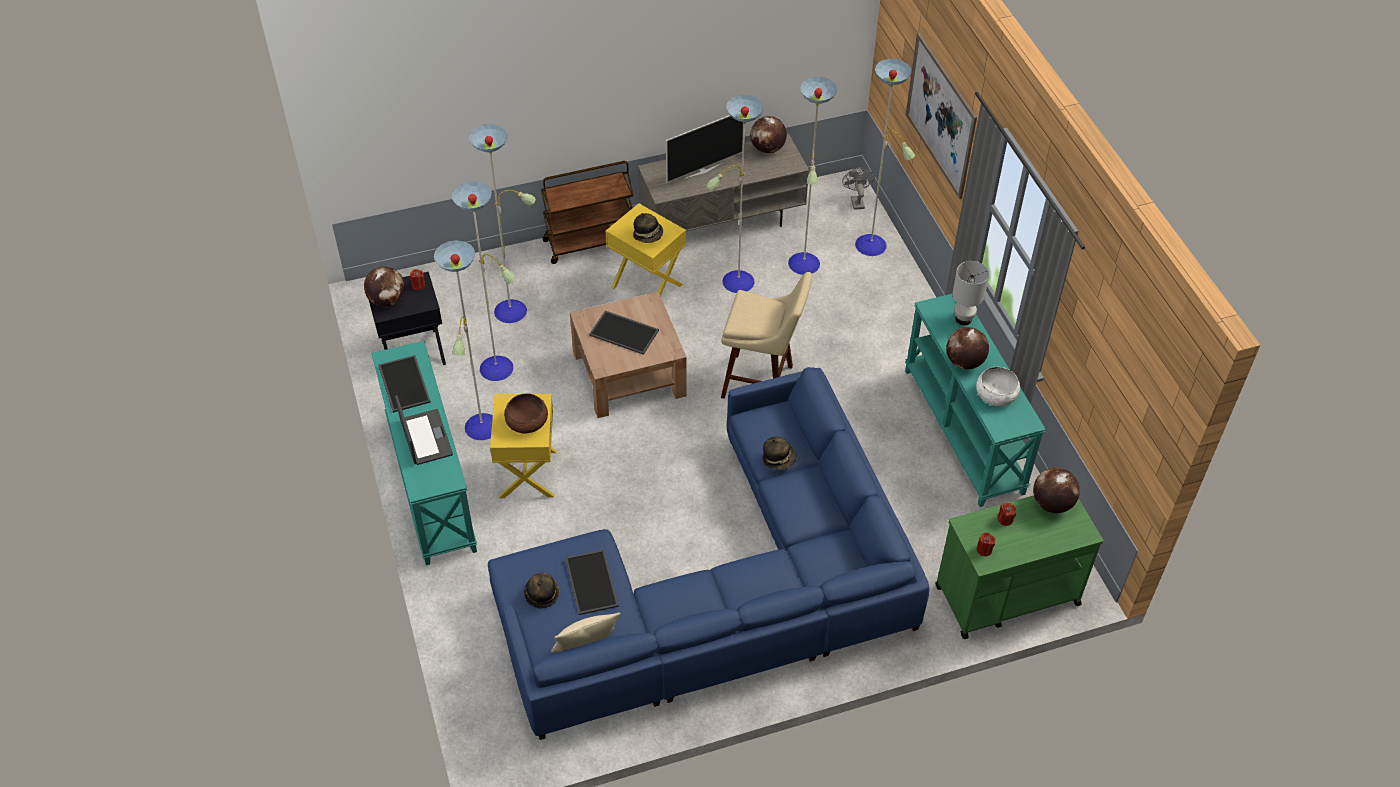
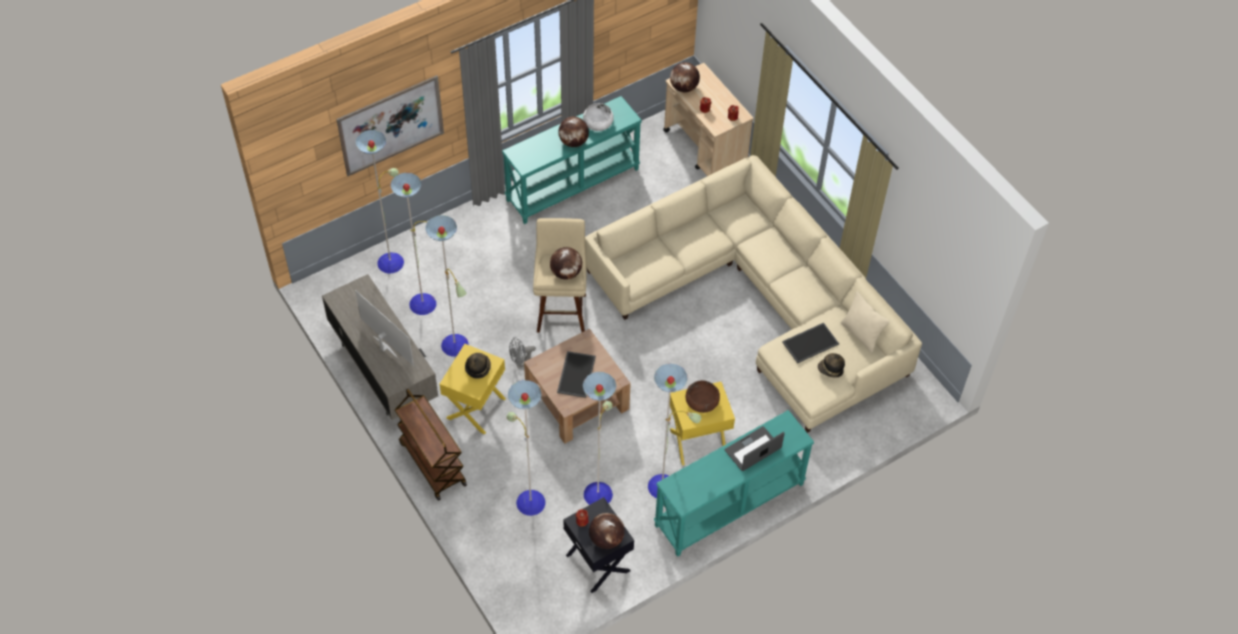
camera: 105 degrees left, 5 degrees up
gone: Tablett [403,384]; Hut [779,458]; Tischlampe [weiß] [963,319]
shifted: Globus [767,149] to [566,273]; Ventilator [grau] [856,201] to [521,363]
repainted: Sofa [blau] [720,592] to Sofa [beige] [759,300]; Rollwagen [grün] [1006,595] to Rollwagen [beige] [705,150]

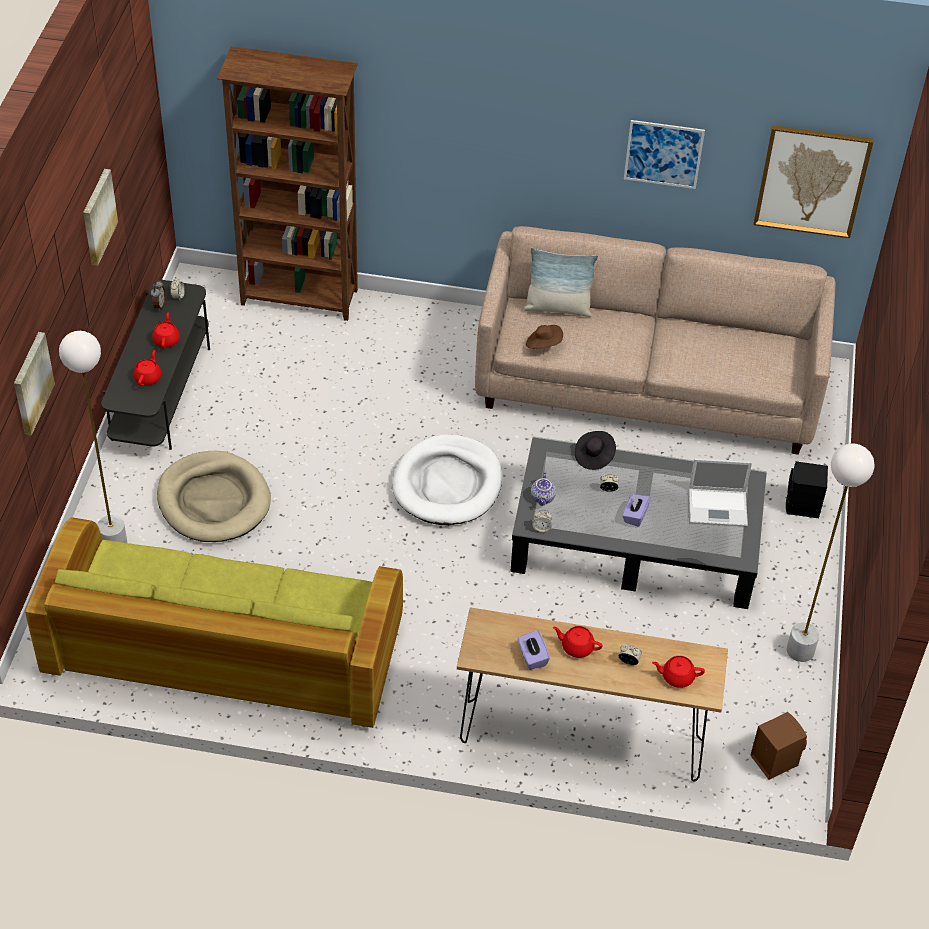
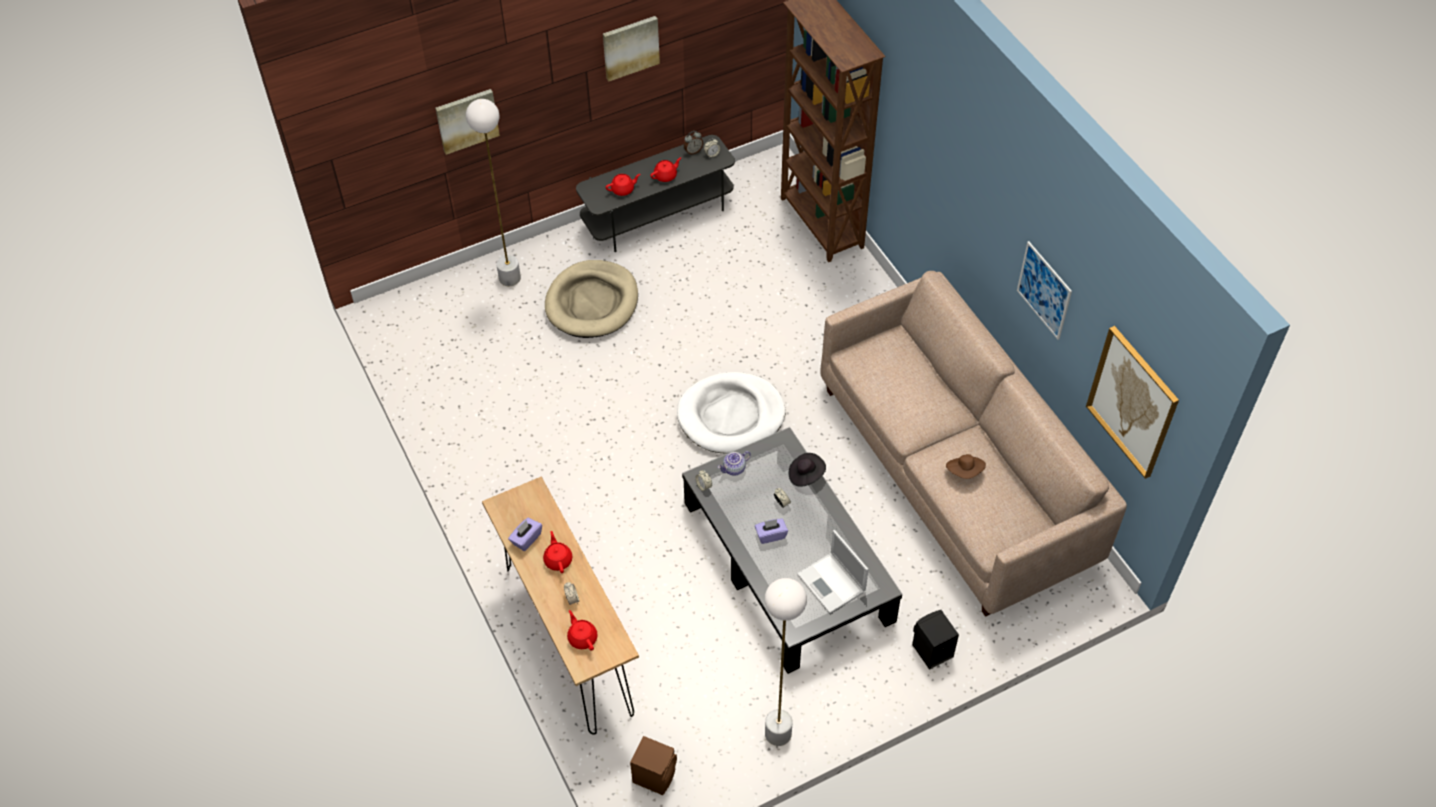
camera: 55 degrees right, 5 degrees up
gone: Sofa [grün] [223,648]; Kissen [558,308]
shifted: Hut [braun] [543,344] to [965,471]

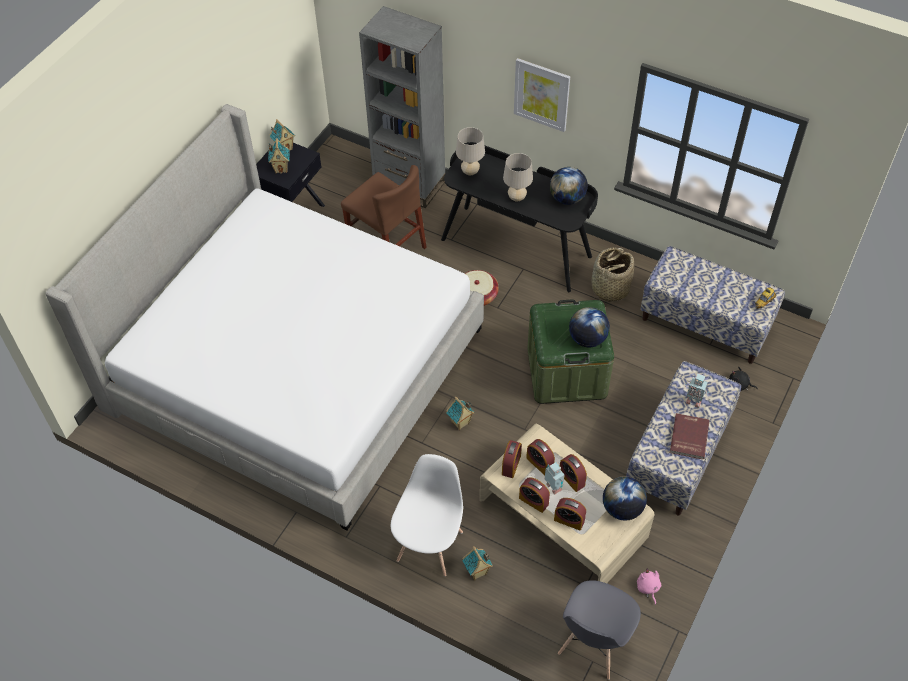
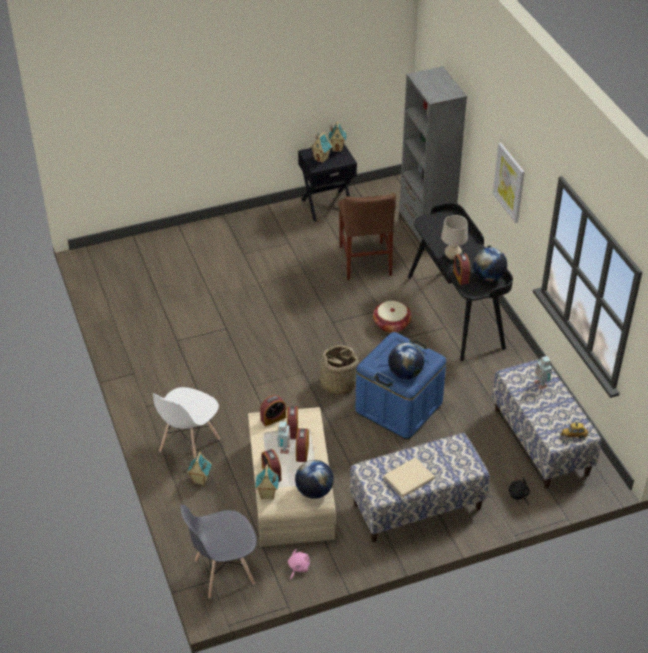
camera: 40 degrees right, 10 degrees down
gone: Bett [295,367]; Tischlampe [beige] [470,171]
shifted: Spielzeughaus [460,423] to [267,495]; Wecker [533,501] to [461,276]; Korb [609,288] to [338,384]; Spielzeugroboter [693,400] to [541,384]
repainted: Aufbewahrungsbox [grün] [566,372] to Aufbewahrungsbox [blau] [399,407]; Buch [rot] [688,437] to Buch [beige] [408,478]
rotated: Stuhl [weiß] [430,545] = [189,445] 150 degrees clockwise

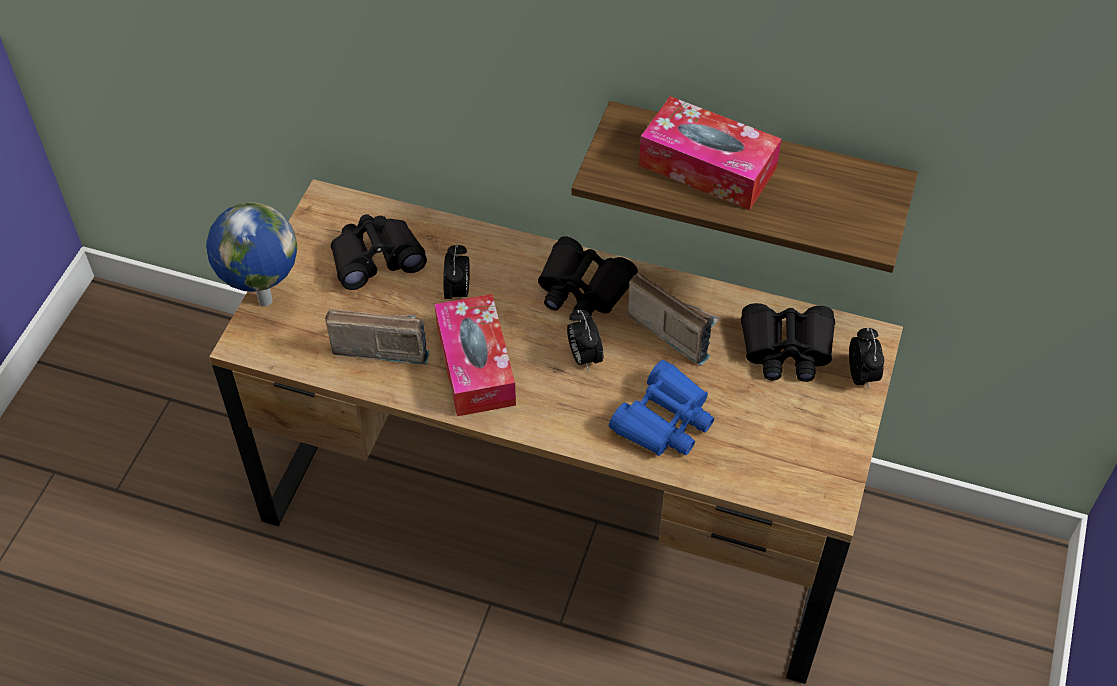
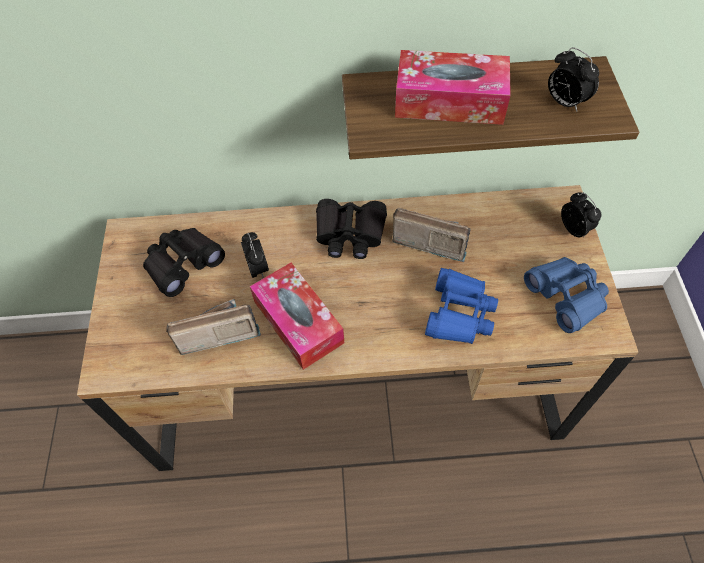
camera: 20 degrees left, 5 degrees up
gone: Globus [263,300]; Fernglas [schwarz] [786,349]
new: Fernglas [blau] [566,297]
shifted: Wecker [584,356] to [564,102]

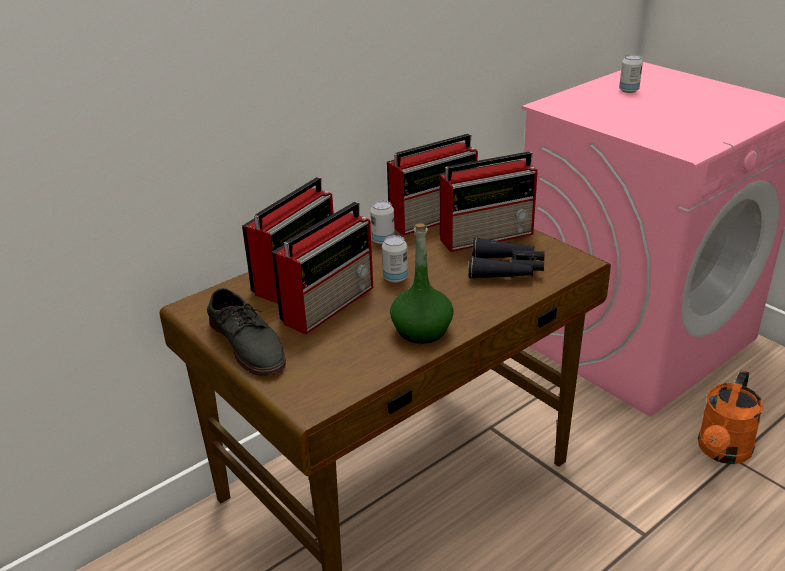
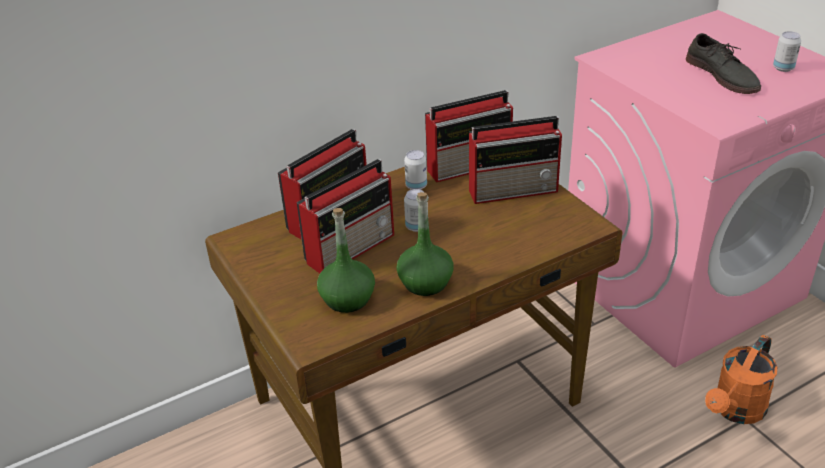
camera: 10 degrees right, 5 degrees up
gone: Fernglas [schwarz] [507,269]
new: Flasche [grün] [347,298]
shifted: Schuh [grau] [248,344] to [722,75]; Dose [628,90] to [783,68]

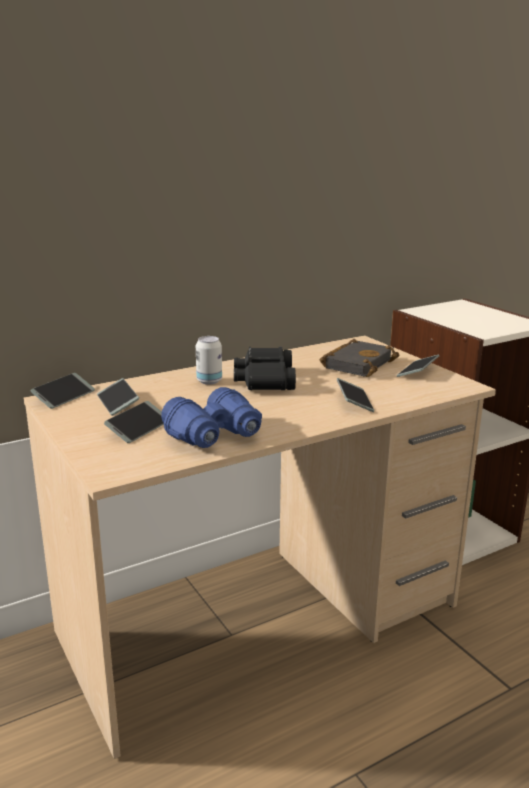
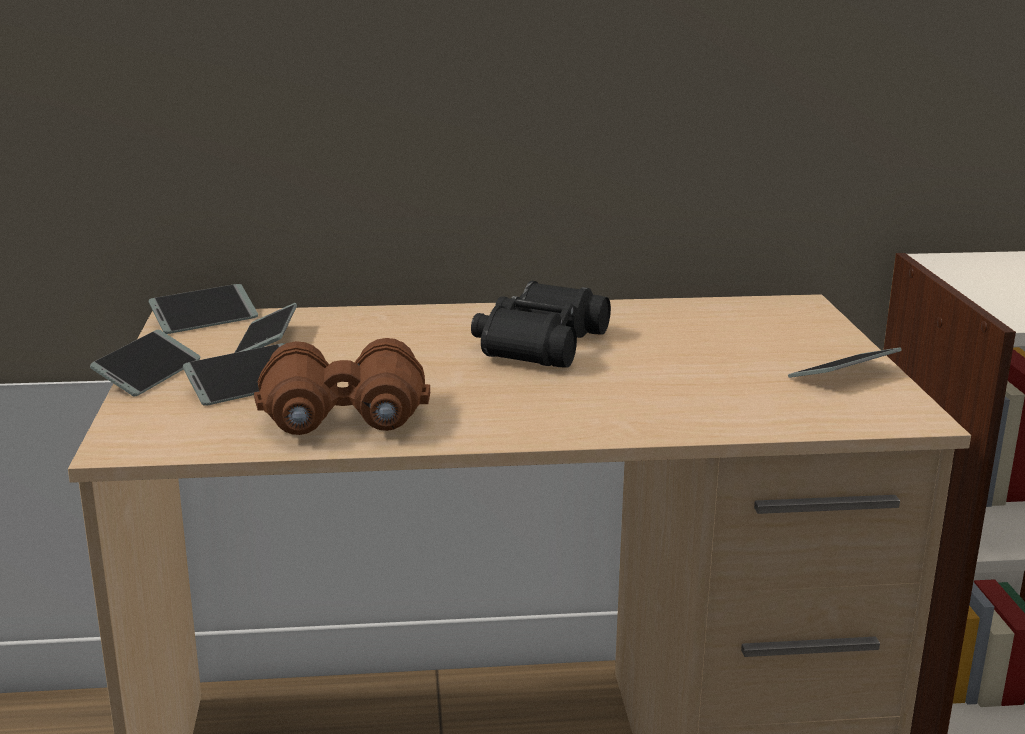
camera: 25 degrees right, 0 degrees up
gone: Dose [209,381]; Buch [schwarz] [357,363]
shifted: Handy [354,401] to [148,374]
repainted: Fernglas [blau] [215,436] to Fernglas [braun] [344,420]

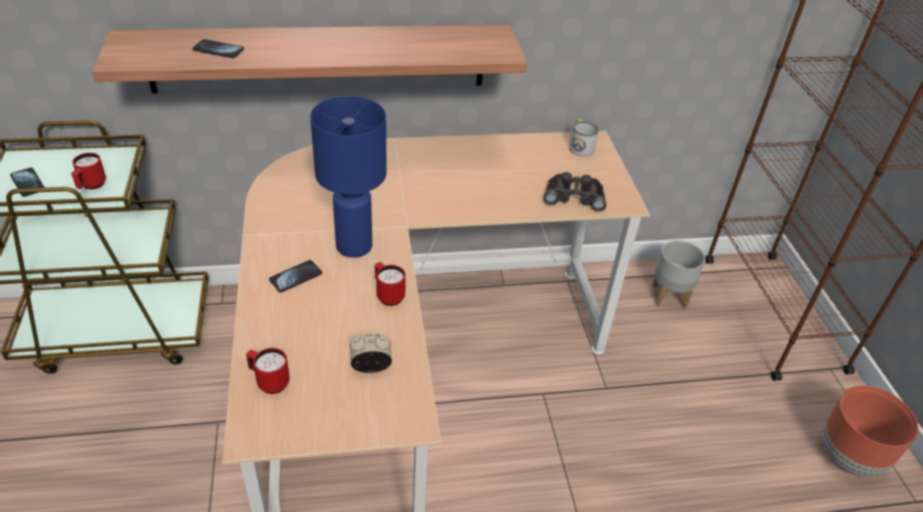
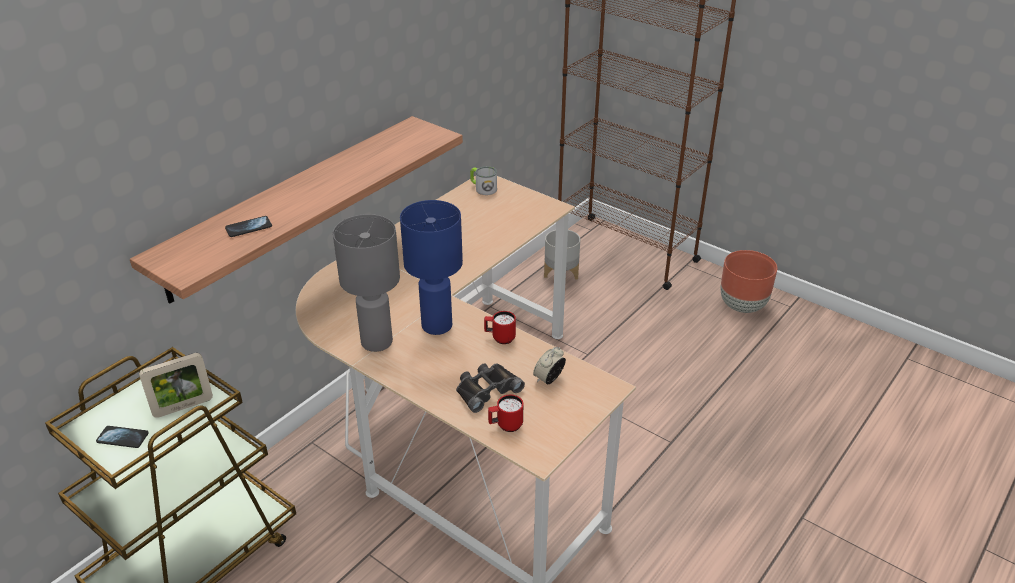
camera: 40 degrees left, 5 degrees down
gone: Handy [295,277]
new: Tischlampe [grau] [376,342]
shifted: Fernglas [schwarz] [574,196] to [486,390]
swapped: Henkelbecher [rot] [91,186] to Bilderrahmen [183,407]

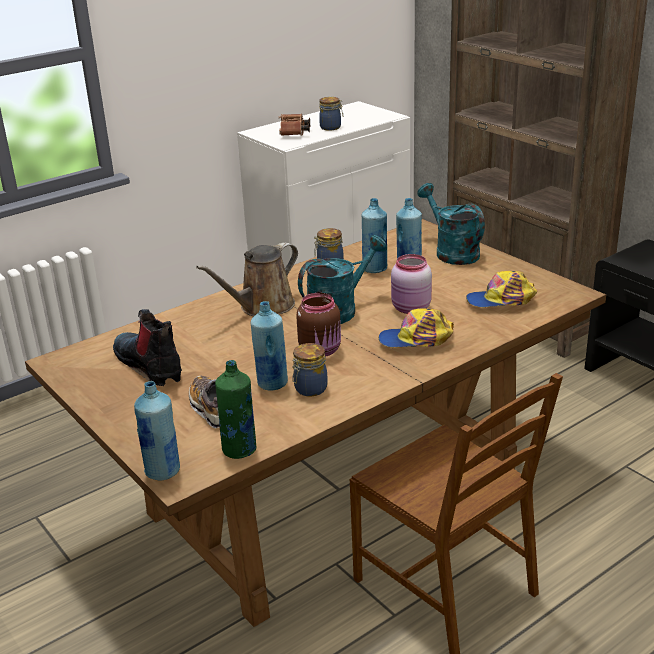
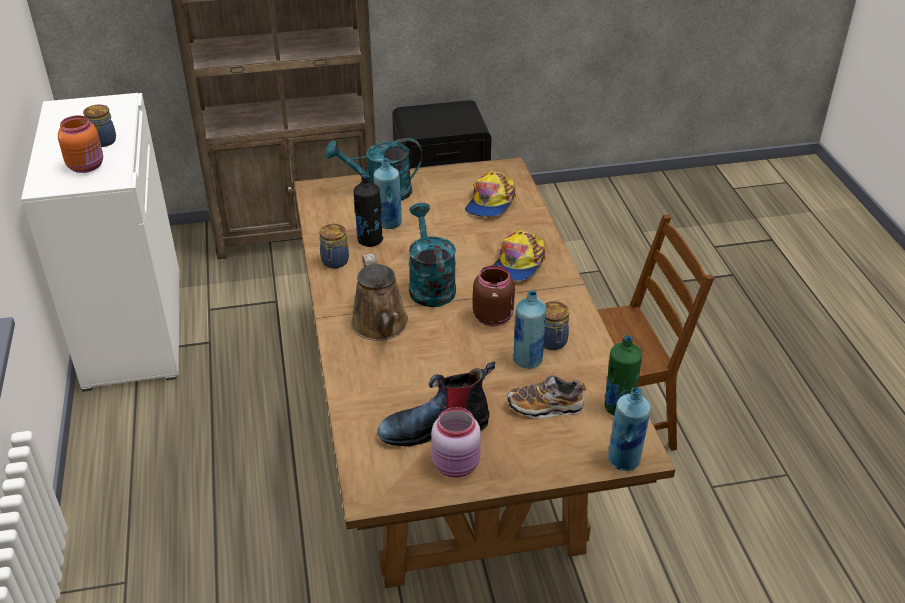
camera: 65 degrees left, 10 degrees up
shifted: Vorratsglas [rosa] [411,309] to [457,465]
swapped: Fernglas [braun] [294,133] to Vorratsglas [orange] [87,166]
repainted: Flasche [blau] [375,269] to Flasche [schwarz] [370,240]

